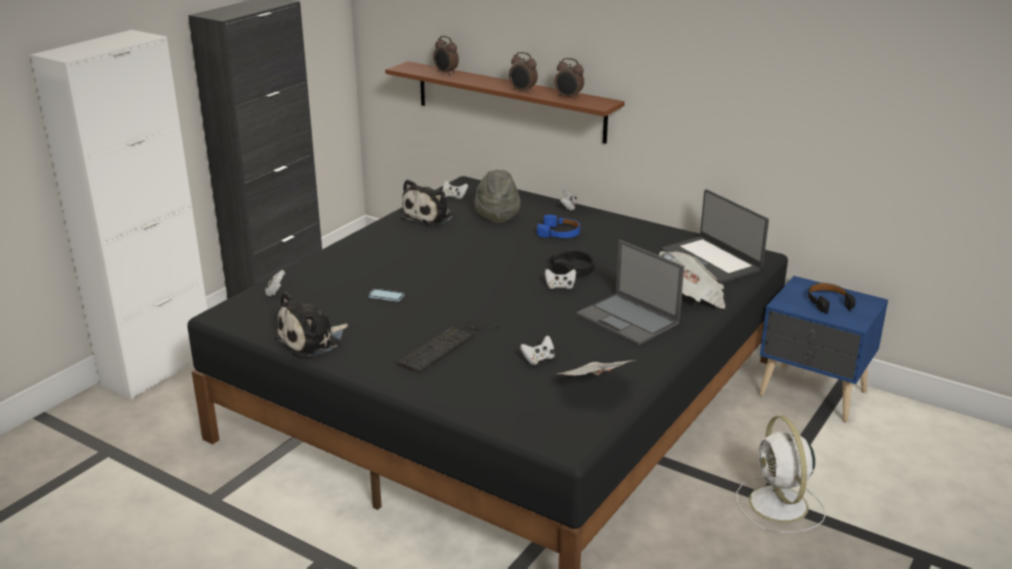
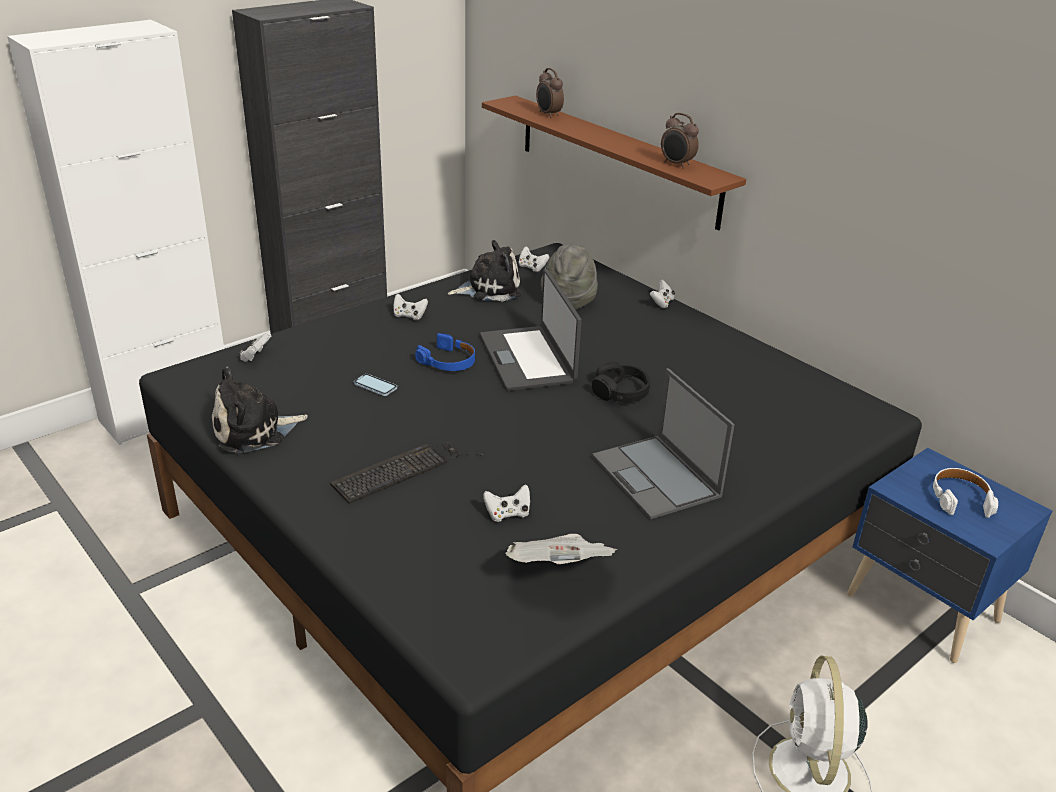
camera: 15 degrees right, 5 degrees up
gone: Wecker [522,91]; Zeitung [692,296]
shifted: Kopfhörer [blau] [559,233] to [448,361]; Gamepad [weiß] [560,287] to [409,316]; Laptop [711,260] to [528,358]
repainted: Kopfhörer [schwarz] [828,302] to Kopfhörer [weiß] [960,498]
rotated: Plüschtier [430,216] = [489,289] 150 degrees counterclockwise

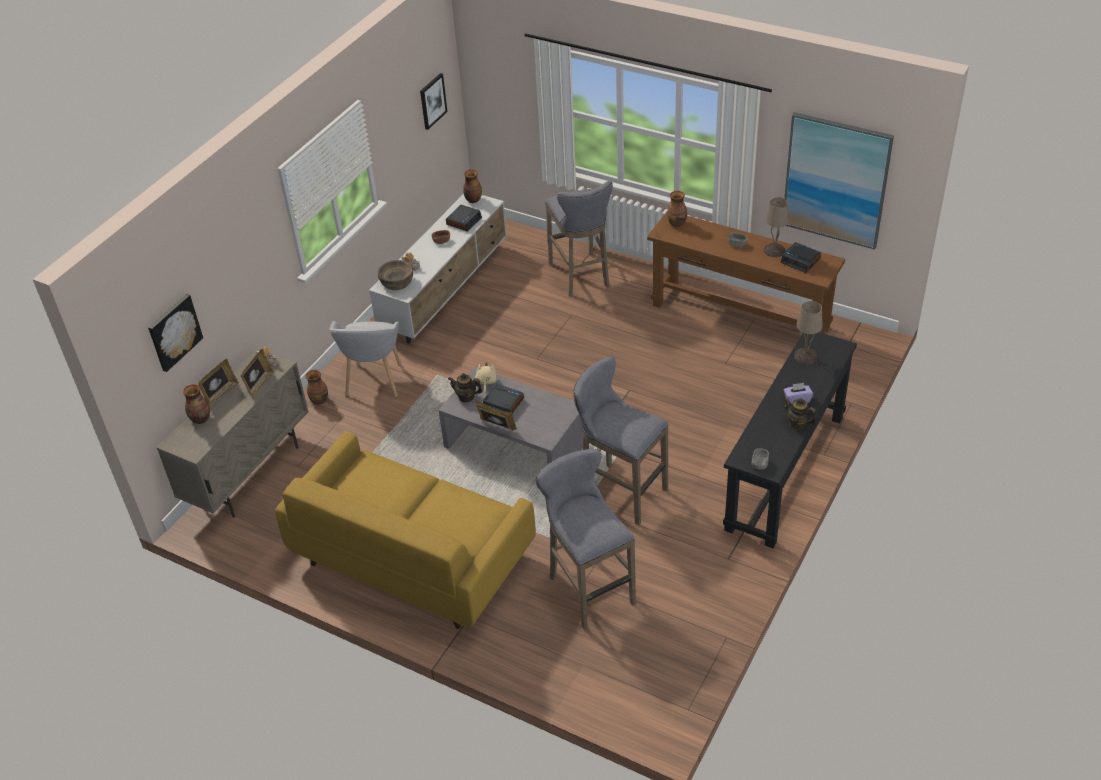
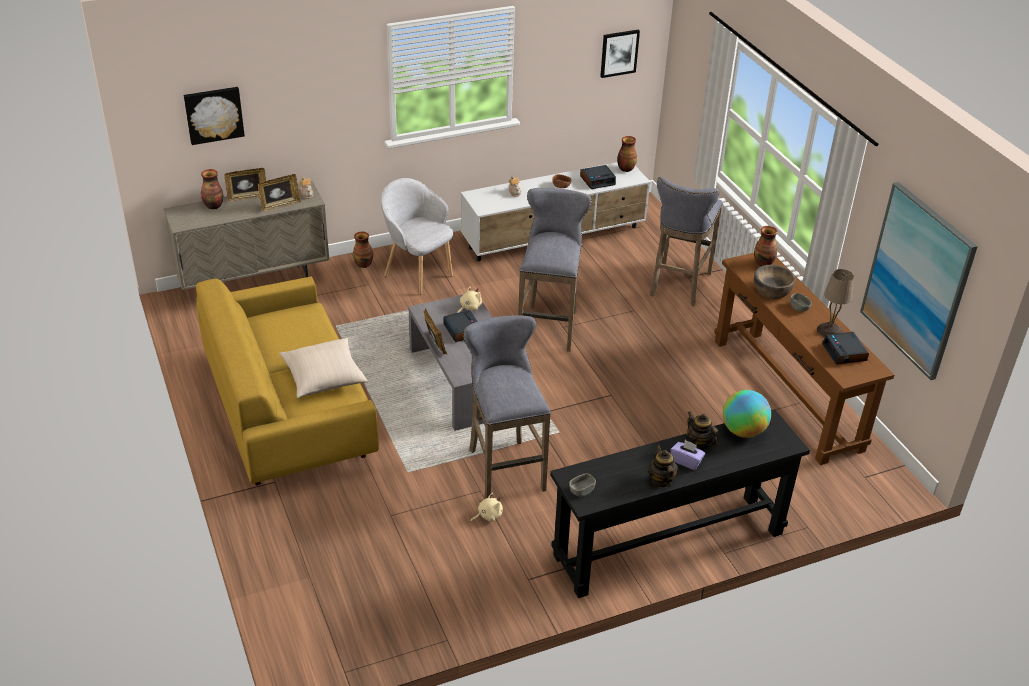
camera: 35 degrees right, 5 degrees down
new: Kissen [beige] [324,378]; Plüschtier [beige] [488,515]
shifted: Schüssel [braun] [397,282] to [772,290]; Teekanne [466,397] to [699,444]; Hocker [grau] [588,588] to [548,325]
swapped: Tischlampe [beige] [805,356] to Globus [743,431]
rotated: Sessel [grau] [374,382] = [417,274] 90 degrees clockwise

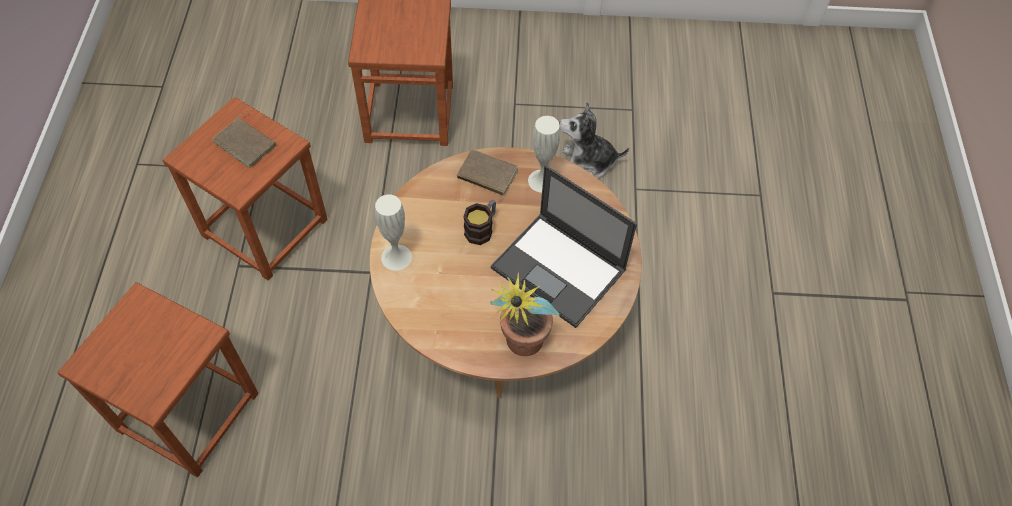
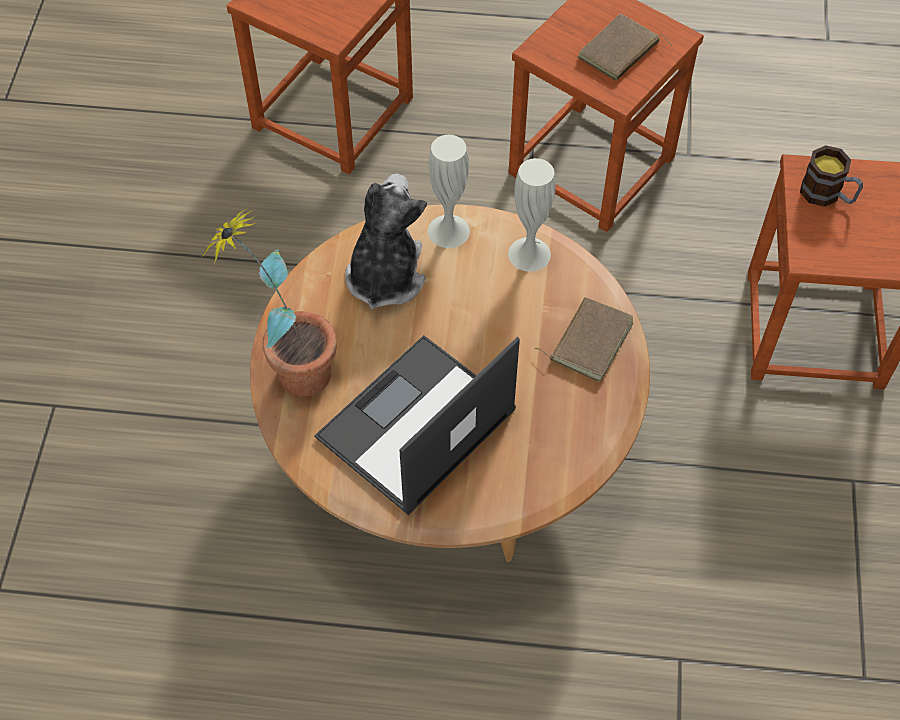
camera: 95 degrees right, 0 degrees up
shifted: Henkelbecher [482,228] to [827,195]; Vase [weiß] [542,180] to [529,254]; Plüschtier [587,162] to [385,275]

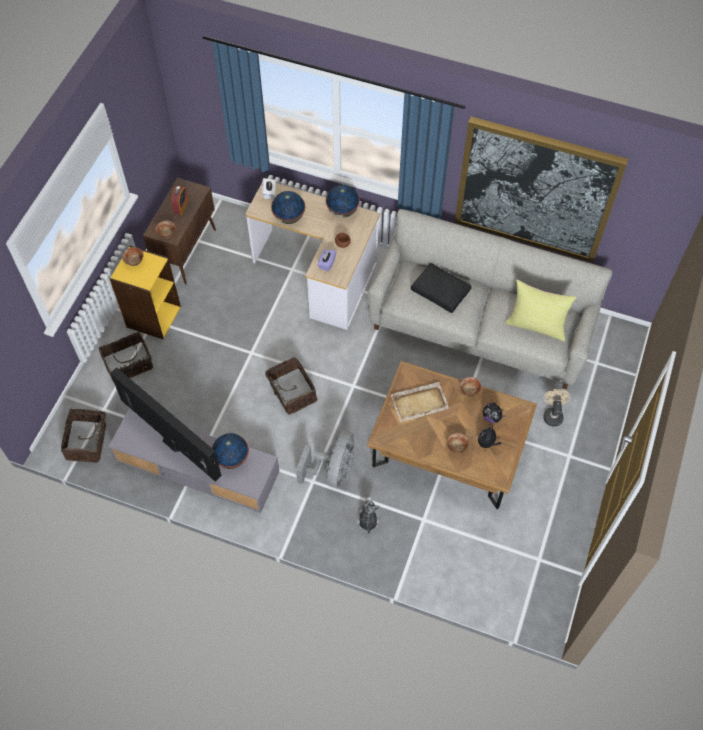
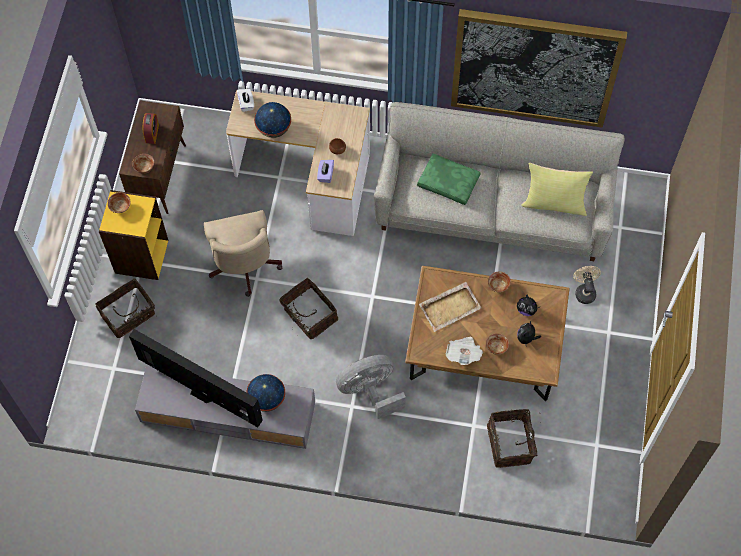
camera: 10 degrees left, 5 degrees up
gone: Globus [342,211]; Plüschtier [367,521]
new: Bürostuhl [beige] [244,268]; Zeitung [463,354]
shifted: Korb [88,442] to [511,443]
repainted: Kissen [schwarz] [441,291] to Kissen [grün] [449,182]
rotated: Ventilator [grau] [332,470] = [370,391] 120 degrees counterclockwise

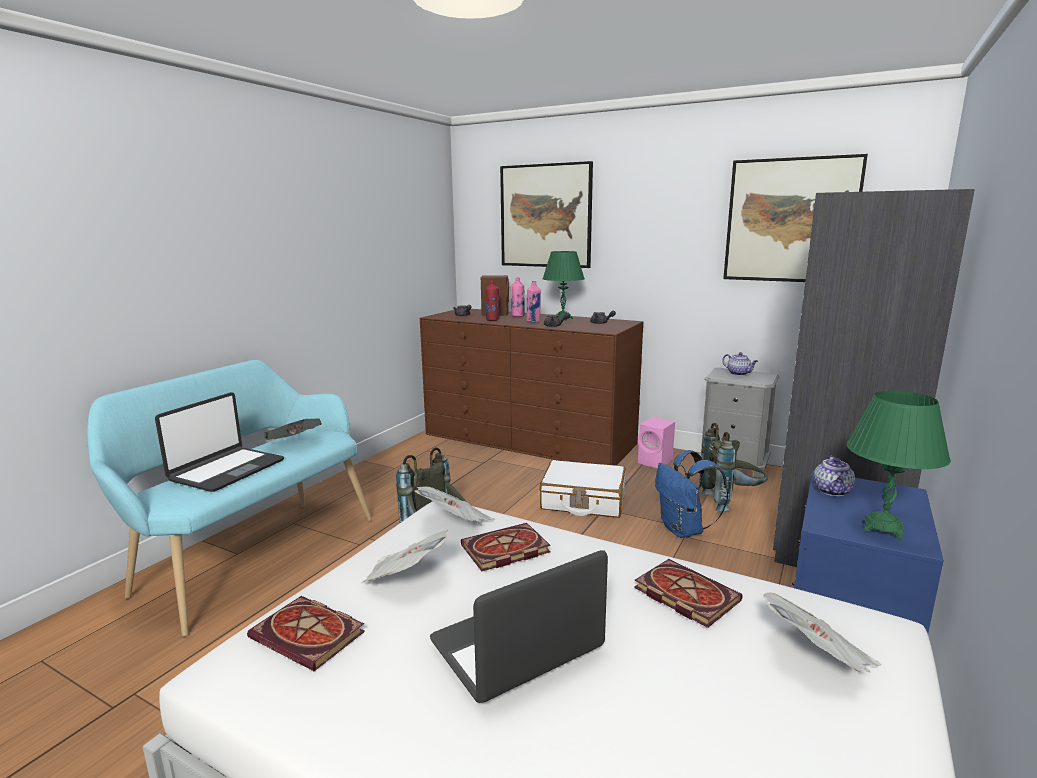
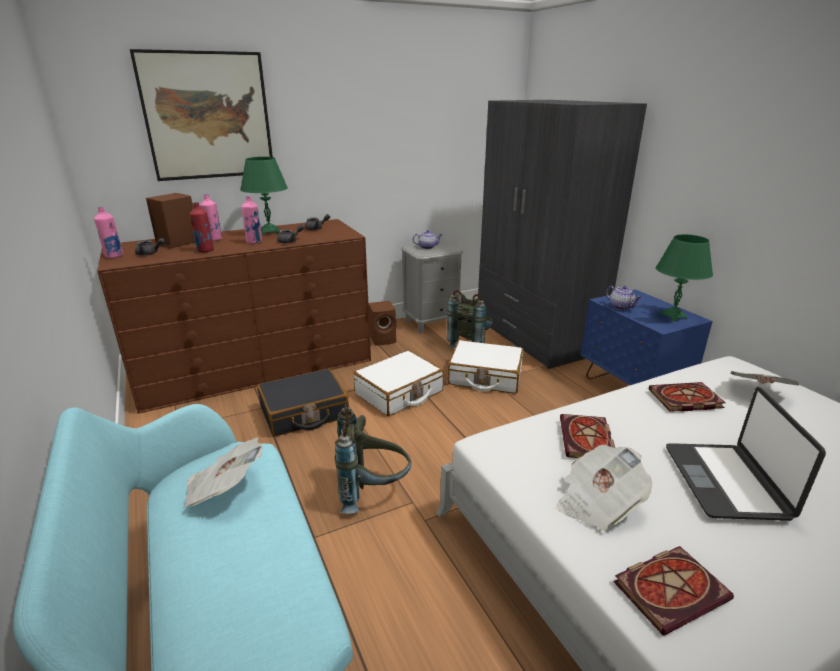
camera: 55 degrees left, 10 degrees up
gone: Laptop [226,470]; Zeitung [456,523]; Bild [790,221]
new: Flasche [rosa] [114,256]; Koffer [schwarz] [304,413]
swapped: Rucksack [blau] [684,530] to Koffer [weiß] [485,377]
repainted: Lautsprecher [rosa] [656,462] to Lautsprecher [braun] [383,339]

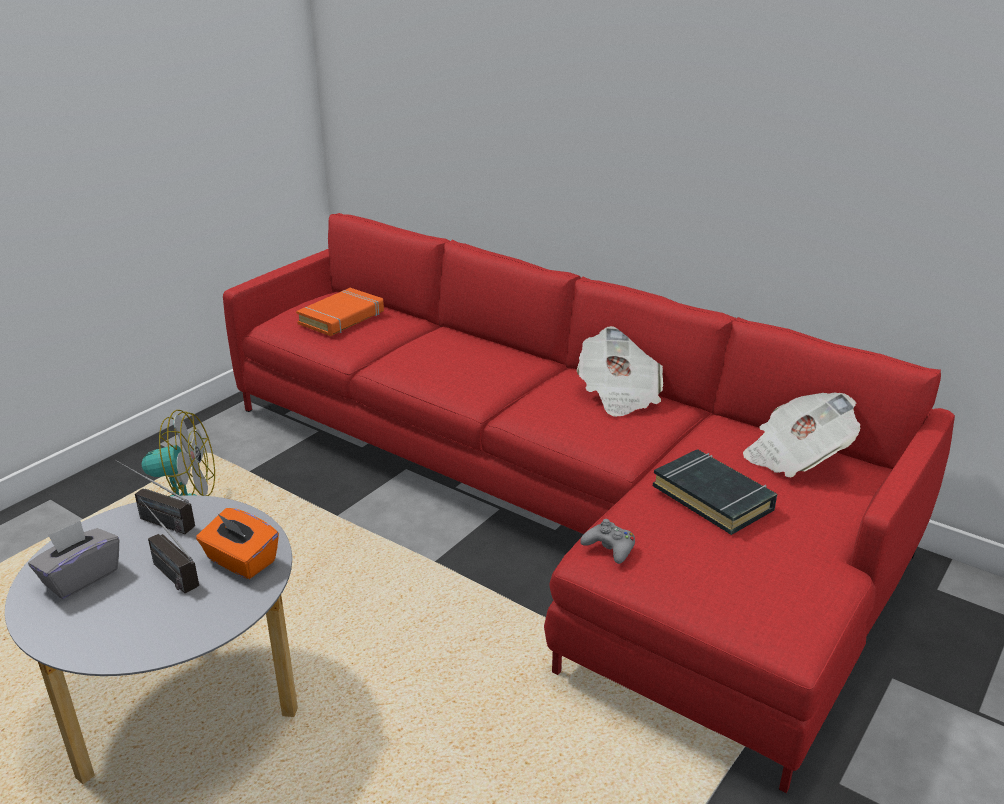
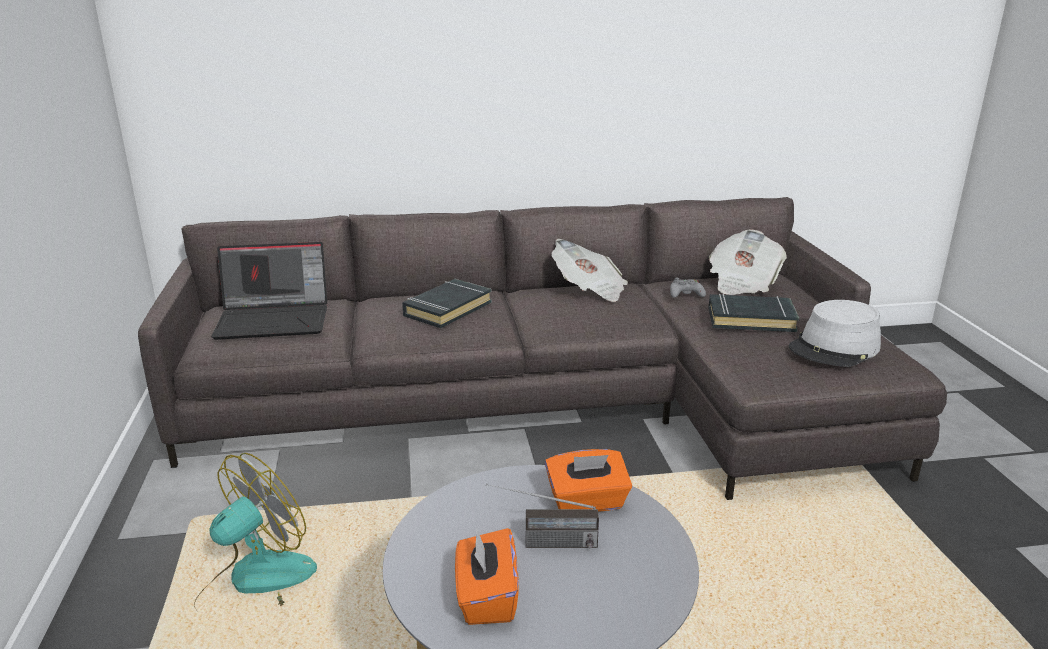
camera: 45 degrees left, 5 degrees down
gone: Radio [154,519]
new: Buch [schwarz] [447,309]; Hut [grau] [835,348]
shifted: Gamepad [grau] [610,547] to [685,294]
swapped: Buch [orange] [342,318] to Laptop [275,319]
repainted: Taschentuchbox [grau] [81,577] to Taschentuchbox [orange] [486,598]; Sofa [rot] [558,502] to Sofa [grau] [555,405]

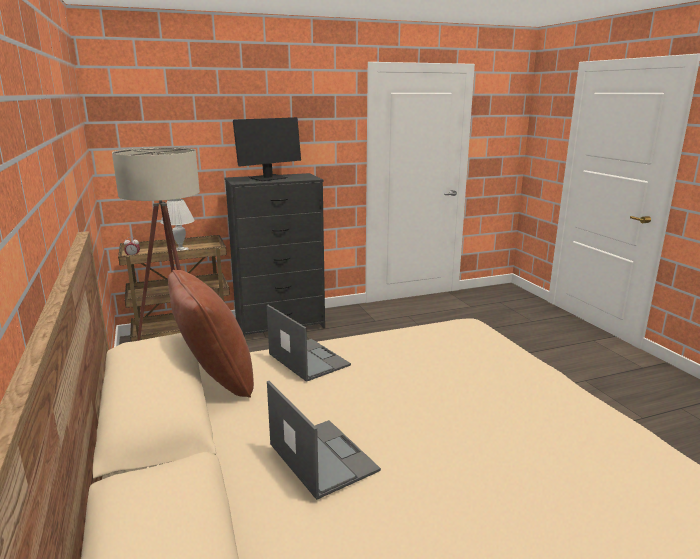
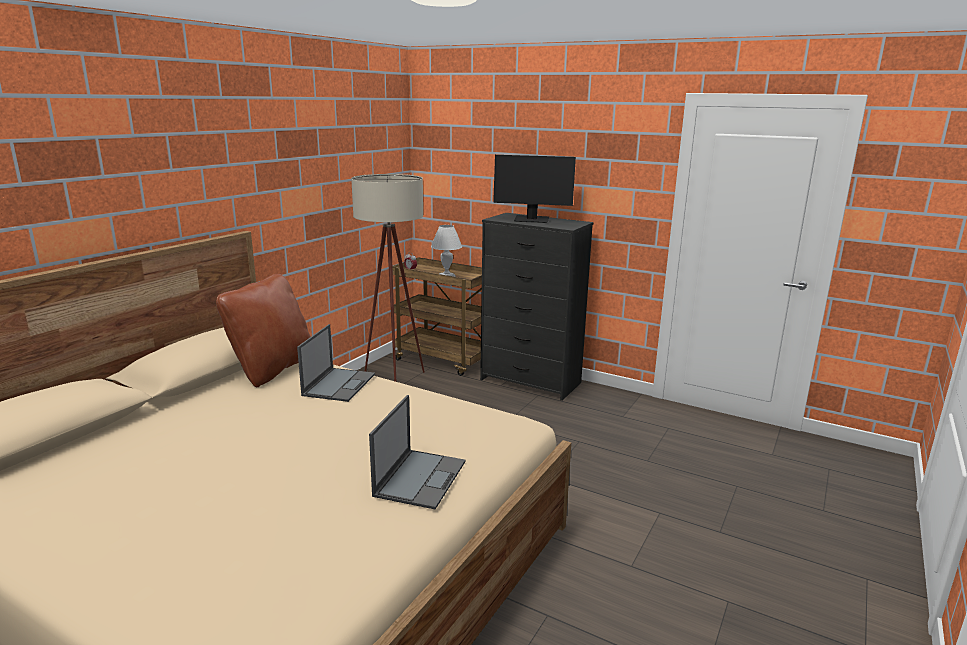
camera: 50 degrees right, 0 degrees up
shifted: Laptop [321,457] to [420,478]

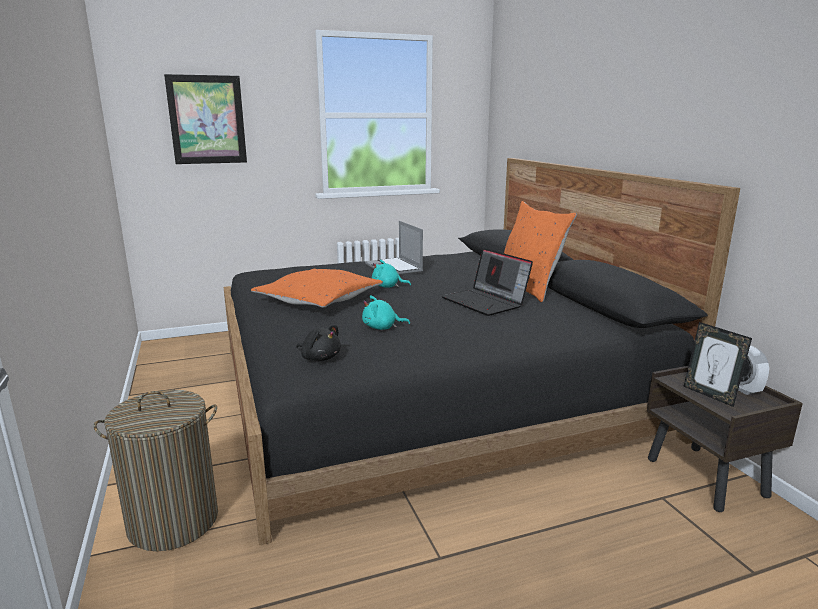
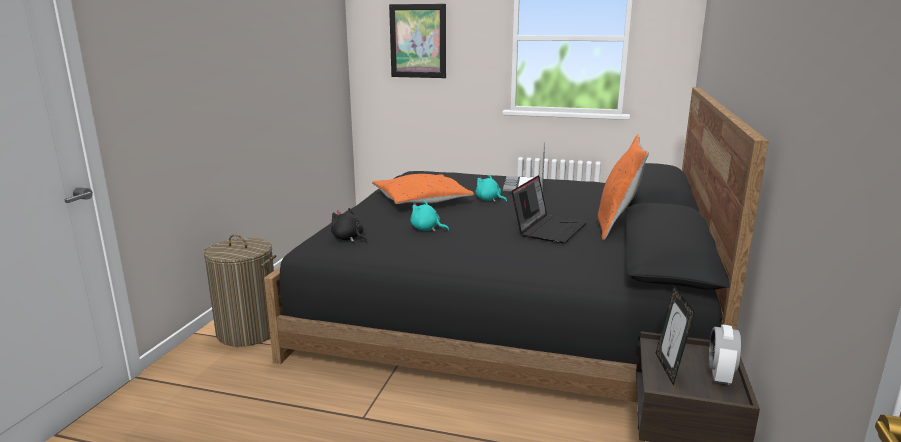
camera: 35 degrees right, 0 degrees up
rotated: Plüschtier [schwarz] [320,358] = [348,238] 150 degrees clockwise; Laptop [486,302] = [548,229] 150 degrees counterclockwise

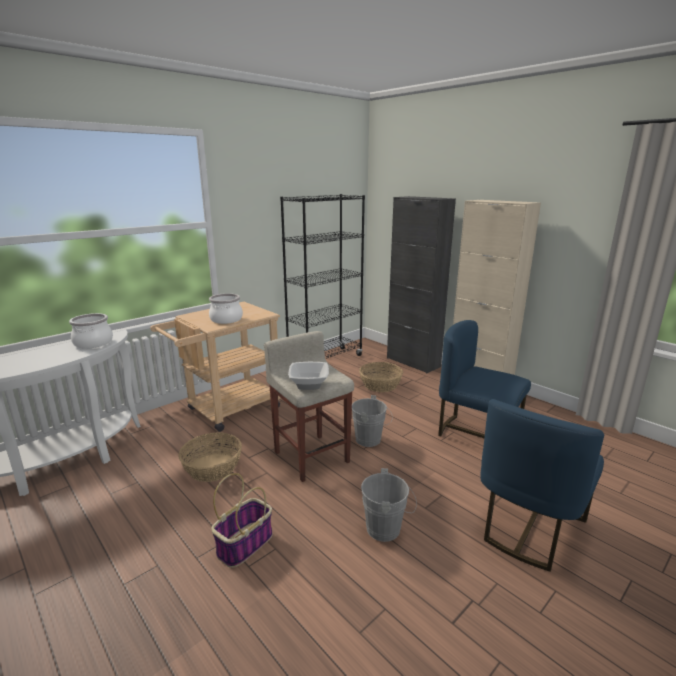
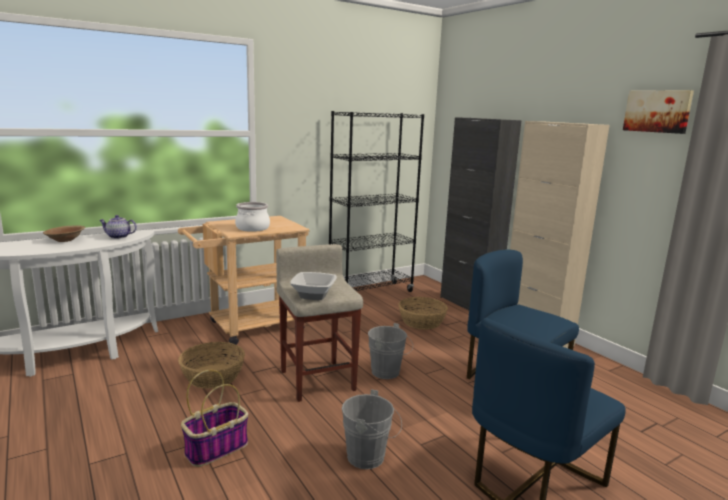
camera: 10 degrees right, 5 degrees down
new: Schüssel [braun] [65,240]; Bild [657,111]
swapped: Kochtopf [94,343] to Teekanne [118,237]

